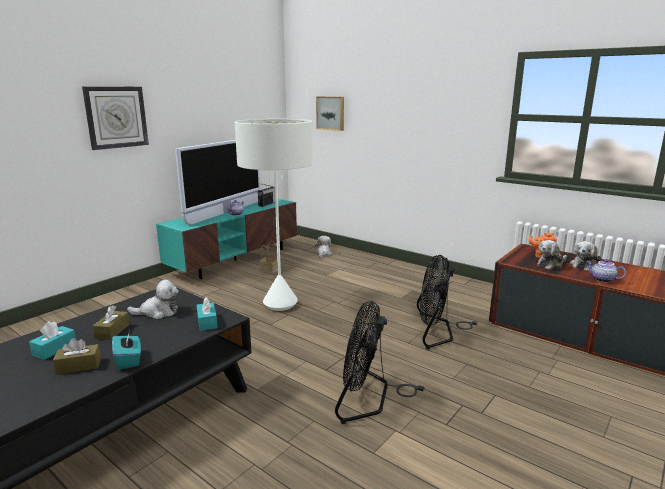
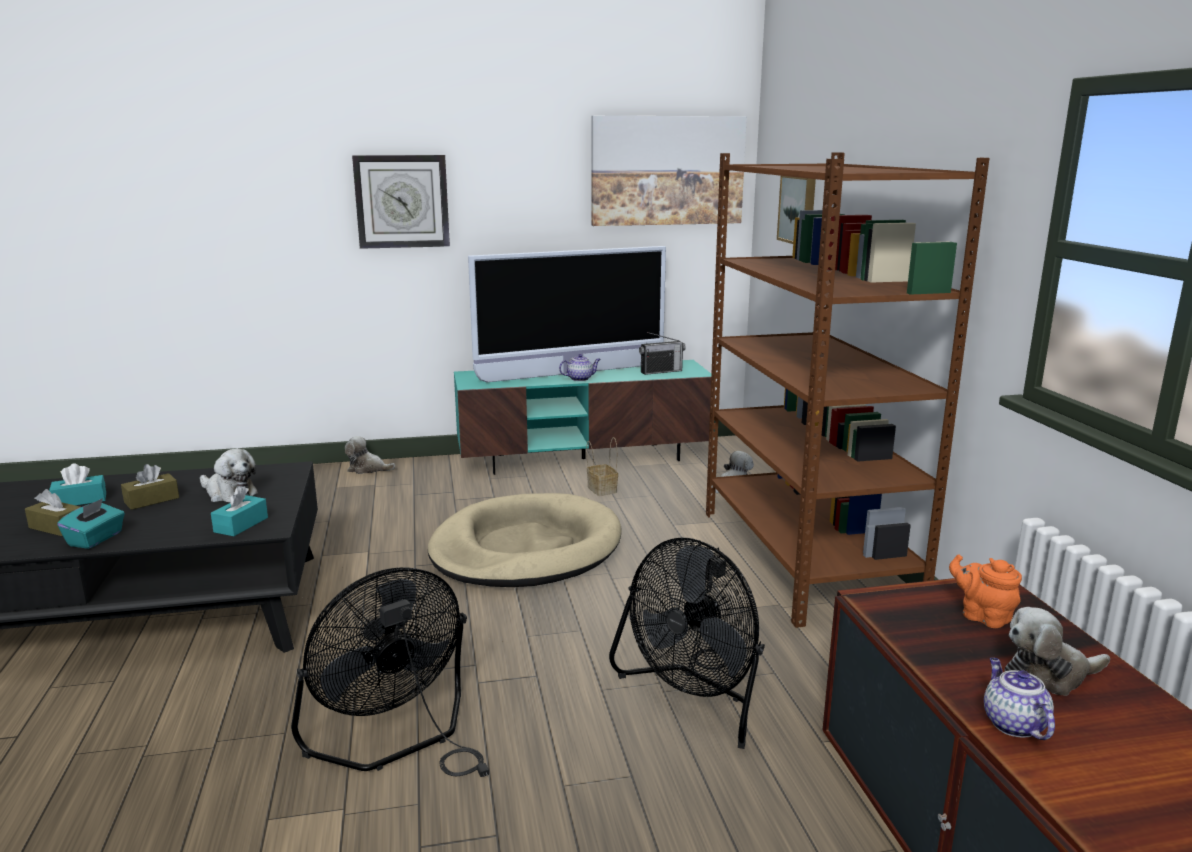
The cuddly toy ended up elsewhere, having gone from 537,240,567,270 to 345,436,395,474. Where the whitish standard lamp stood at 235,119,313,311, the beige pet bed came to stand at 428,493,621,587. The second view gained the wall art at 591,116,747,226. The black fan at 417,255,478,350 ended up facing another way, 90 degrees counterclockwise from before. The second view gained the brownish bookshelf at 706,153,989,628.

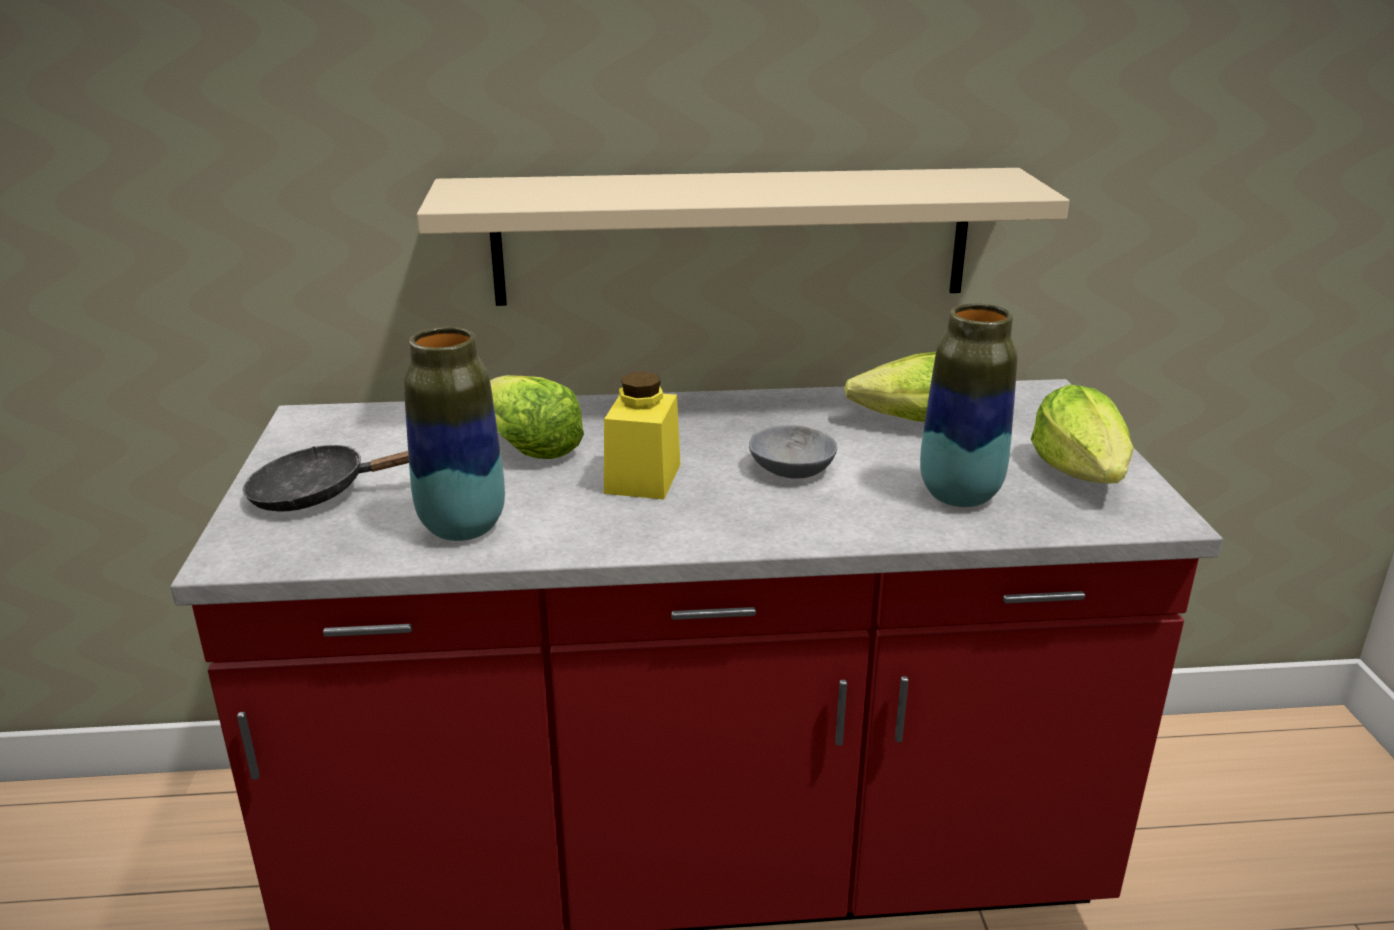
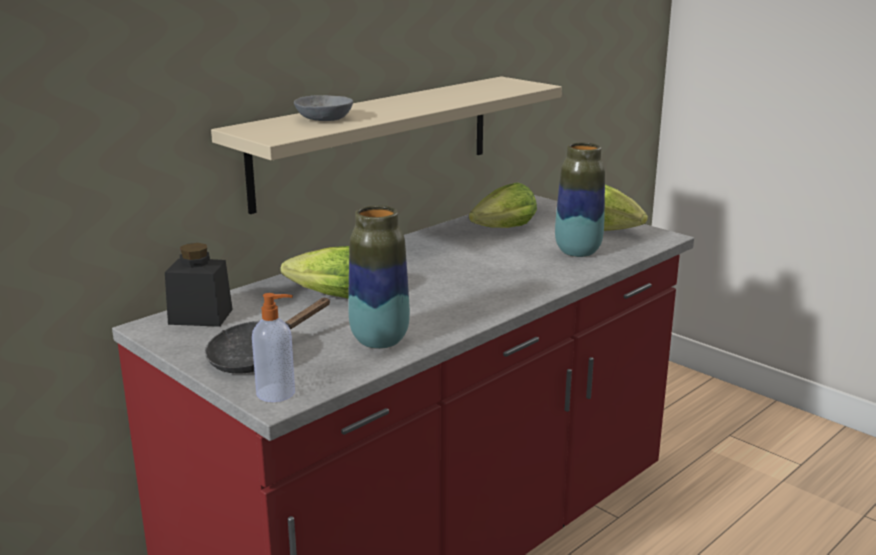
The second view gained the black jar at 165,243,233,327. The second view gained the soap dispenser at 252,293,295,402. The grey bowl ended up elsewhere, having gone from 749,425,837,478 to 294,95,353,121. The second view lost the yellowish jar at 604,372,680,499.

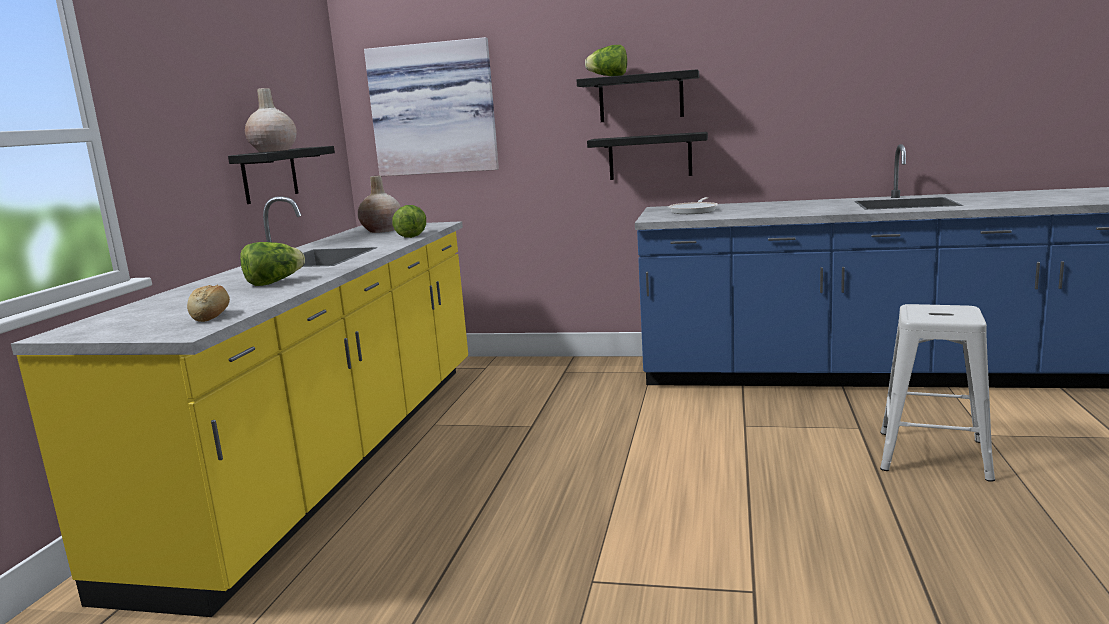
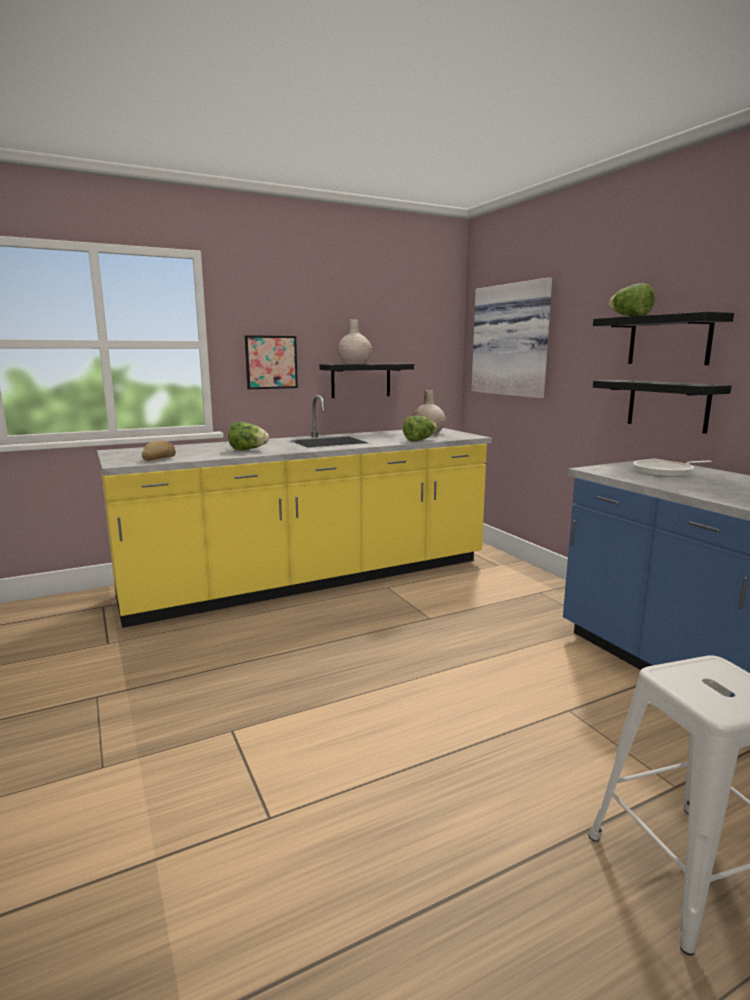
The second view gained the wall art at 245,335,298,389.

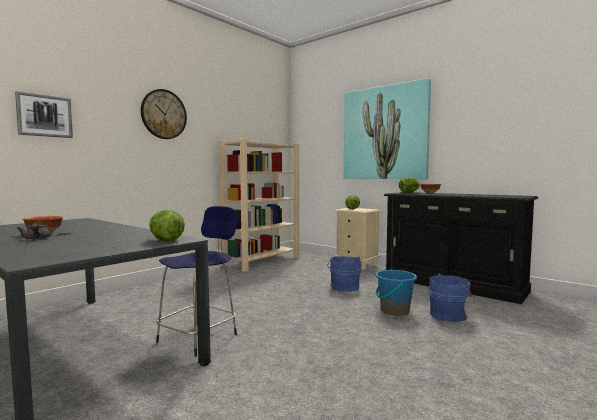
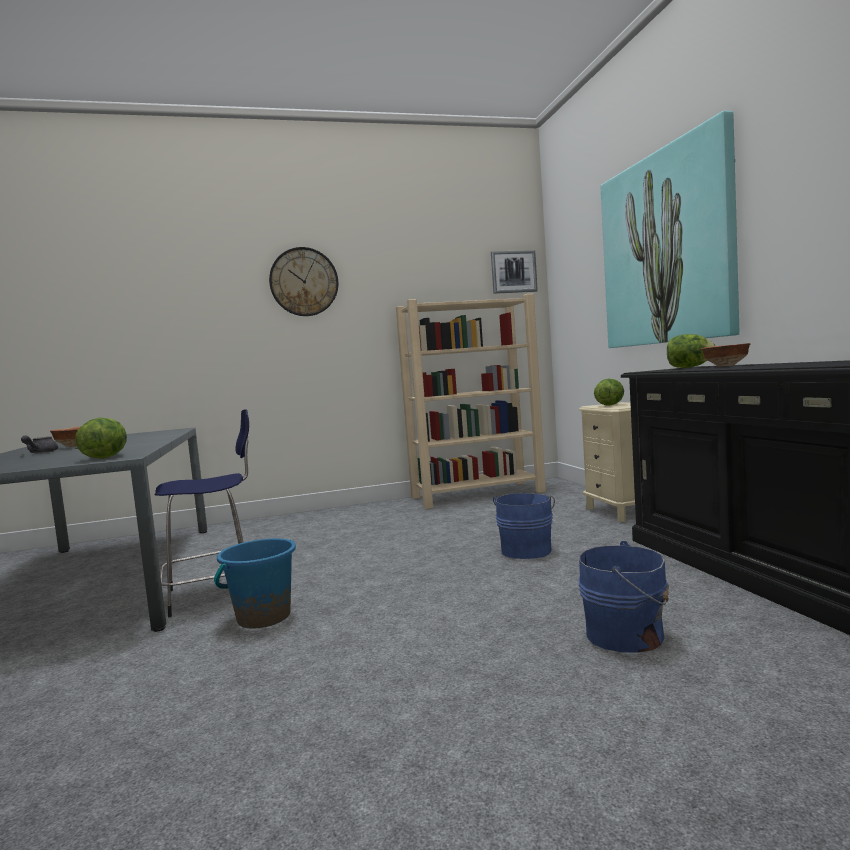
The blue-coloured bucket ended up elsewhere, having gone from 375,270,417,316 to 214,538,296,629. The wall art ended up elsewhere, having gone from 15,91,73,138 to 491,250,538,294.

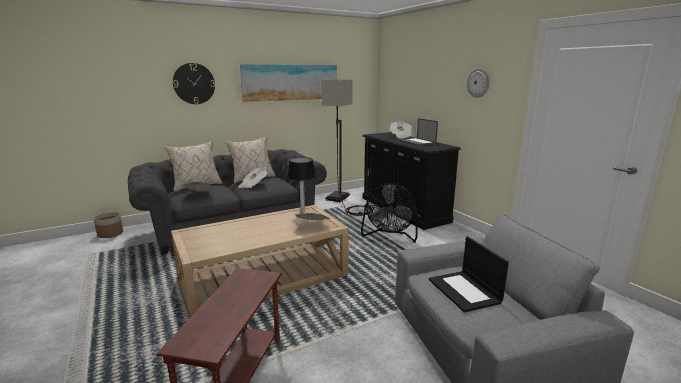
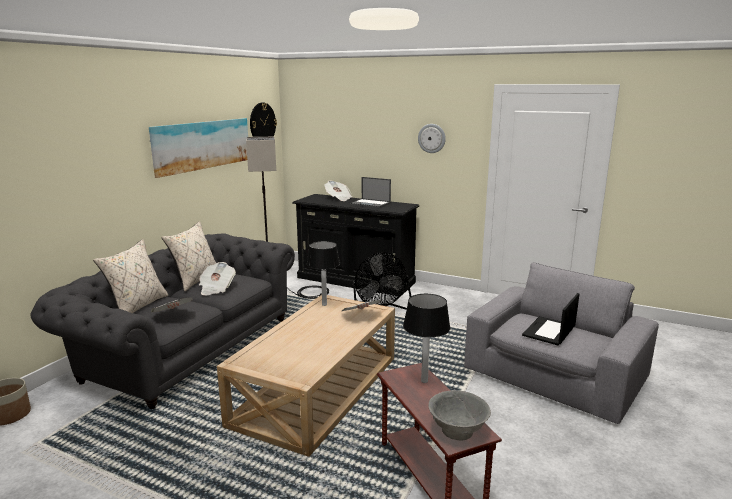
The hanging clock ended up elsewhere, having gone from 173,63,215,104 to 250,103,277,137. The second view gained the table lamp at 403,294,450,383. The second view gained the grey bowl at 429,390,491,441. The notebook computer at 429,236,509,312 ended up facing another way, 90 degrees clockwise from before.

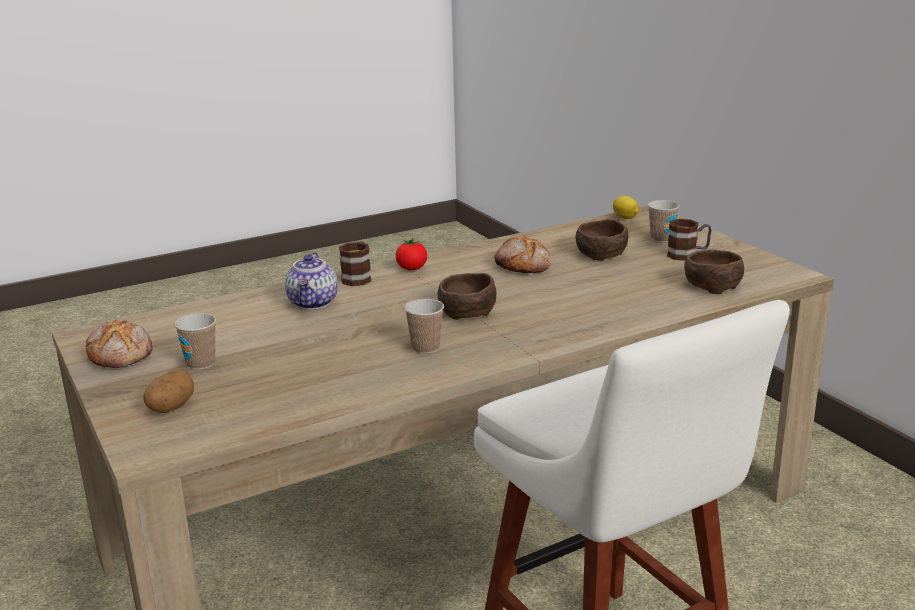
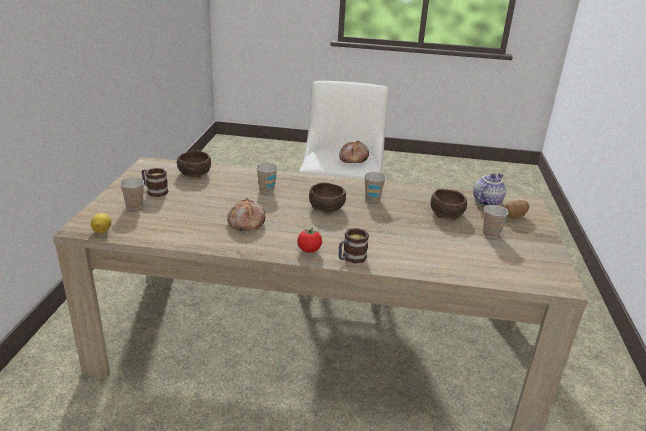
The second view gained the small cup at 256,163,278,193. The baked bread ended up elsewhere, having gone from 86,320,152,368 to 339,140,369,163. The brownish bowl ended up elsewhere, having gone from 576,219,628,261 to 430,189,467,219. The pot for tea ended up elsewhere, having gone from 285,252,338,310 to 473,173,506,206.

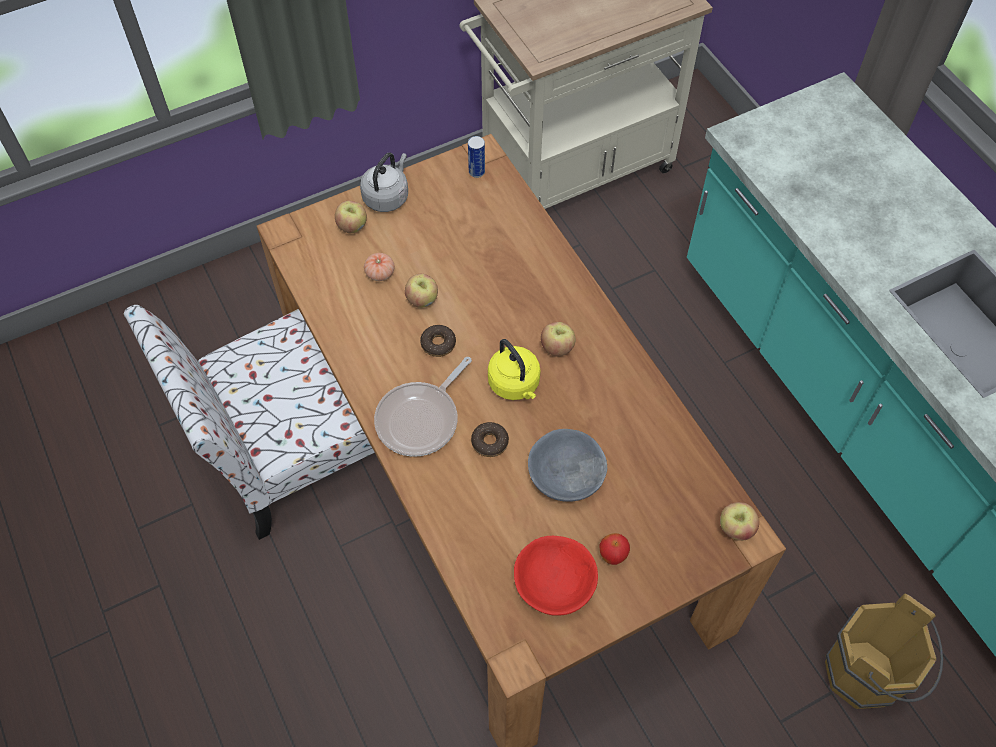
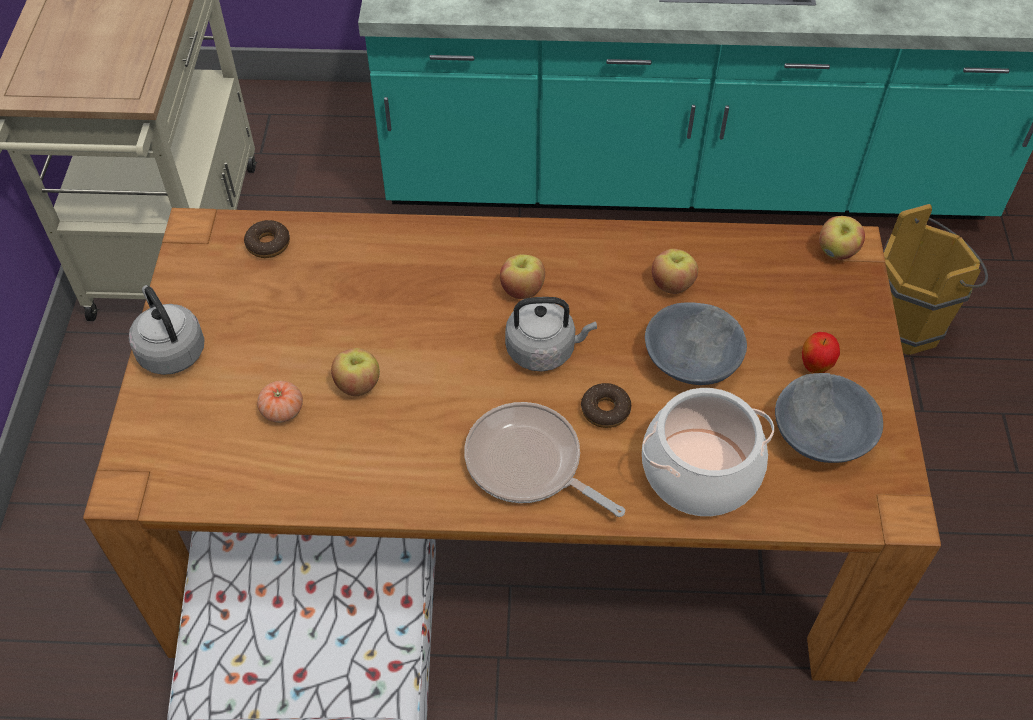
The doughnut ended up elsewhere, having gone from 420,325,456,357 to 244,220,290,258. The skillet at 374,357,472,457 ended up facing another way, 150 degrees clockwise from before. What was the yellowish kettle at 488,339,540,400 turned into the grey kettle at 505,297,597,371. The second view gained the cooking pot at 642,388,774,516. The apple ended up elsewhere, having gone from 335,201,367,233 to 652,249,698,294. What was the red-coloured bowl at 514,536,598,616 turned into the grey bowl at 775,373,883,463. The second view lost the can at 468,136,485,178.

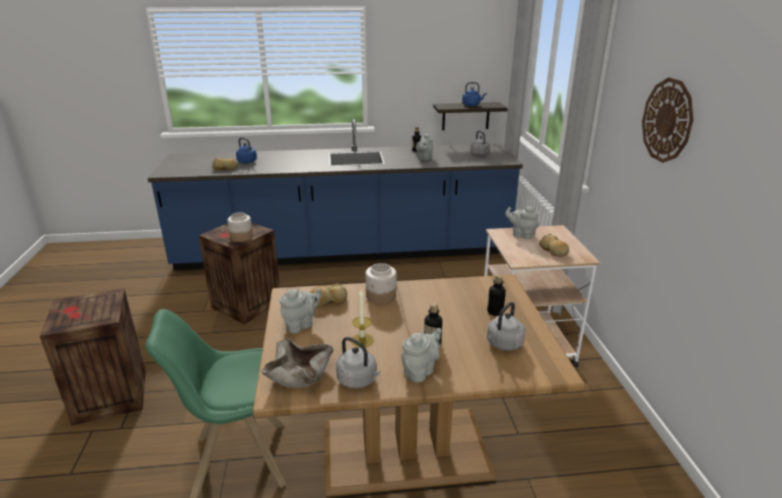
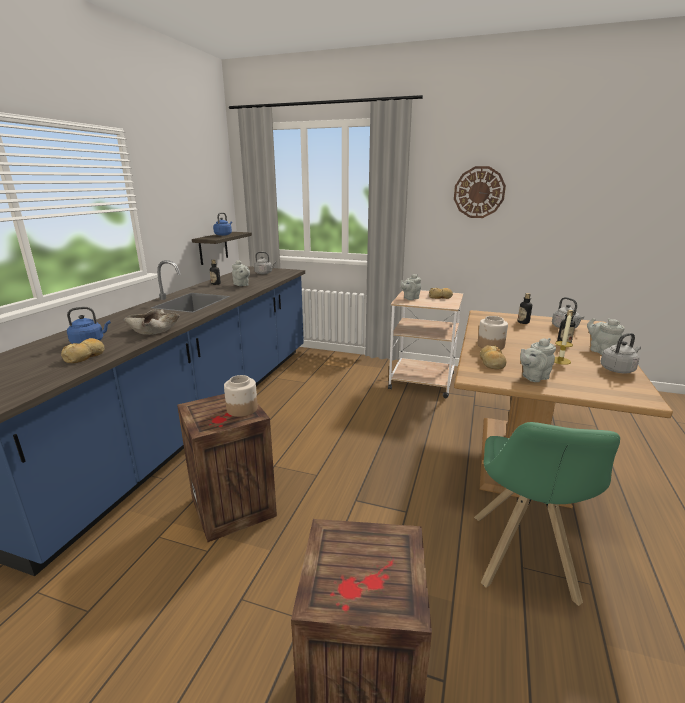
The beige bowl ended up elsewhere, having gone from 262,339,334,388 to 123,309,180,335. The grey pot for tea at 280,288,322,333 ended up facing another way, 105 degrees counterclockwise from before.

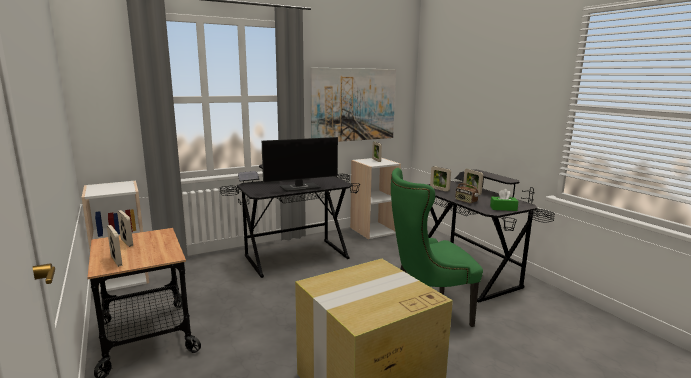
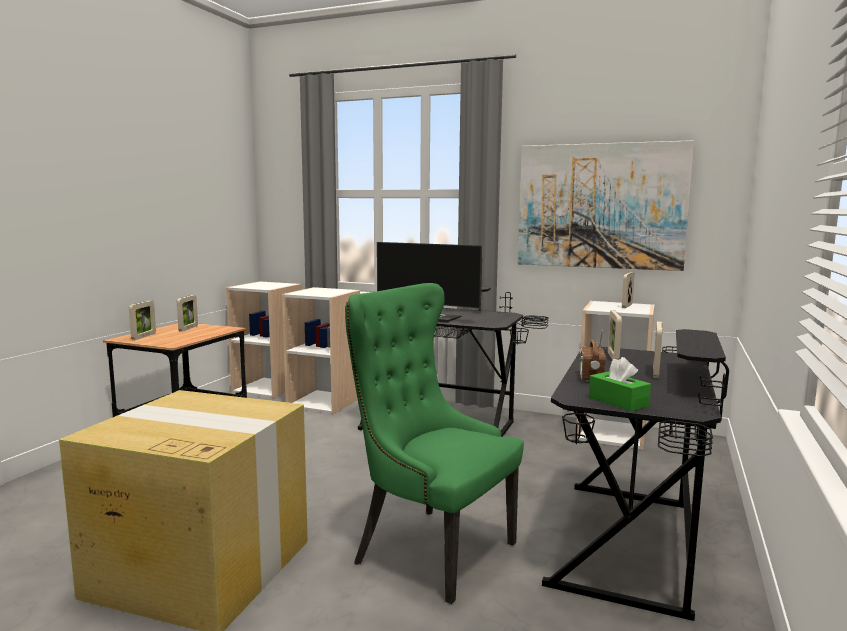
The second view gained the bookshelf at 282,287,360,414.

